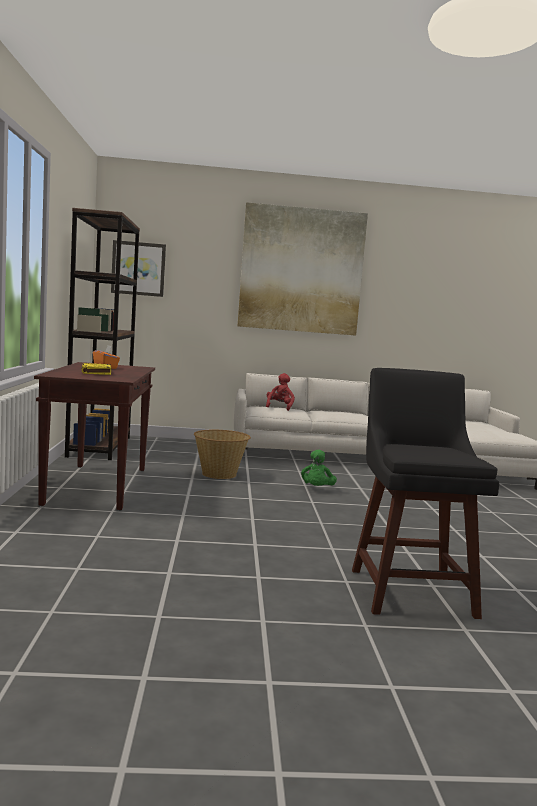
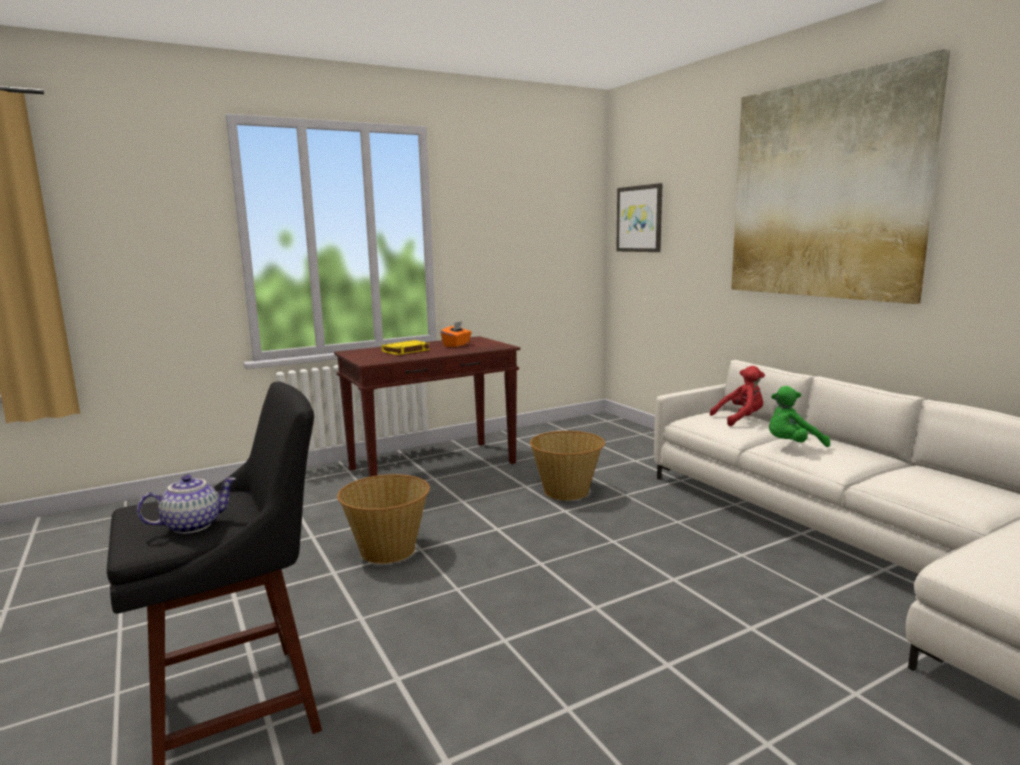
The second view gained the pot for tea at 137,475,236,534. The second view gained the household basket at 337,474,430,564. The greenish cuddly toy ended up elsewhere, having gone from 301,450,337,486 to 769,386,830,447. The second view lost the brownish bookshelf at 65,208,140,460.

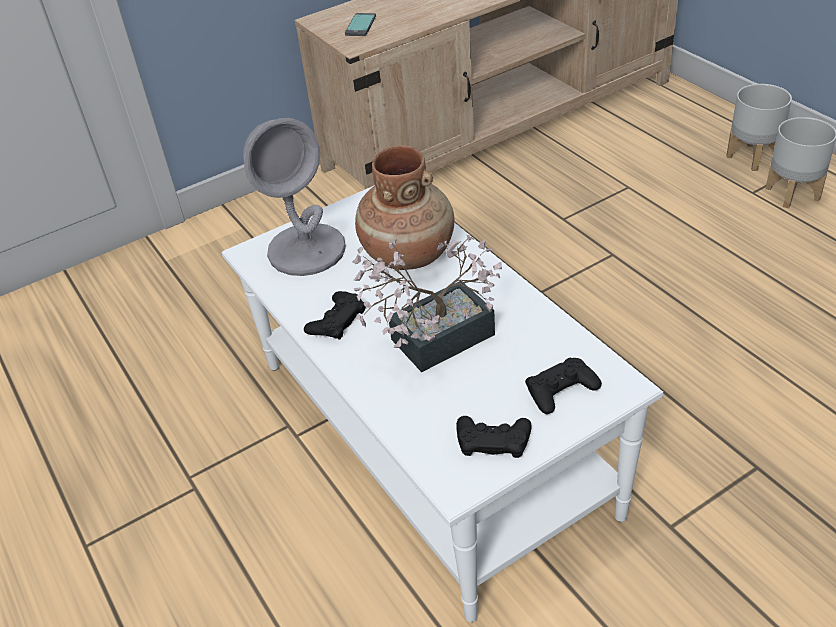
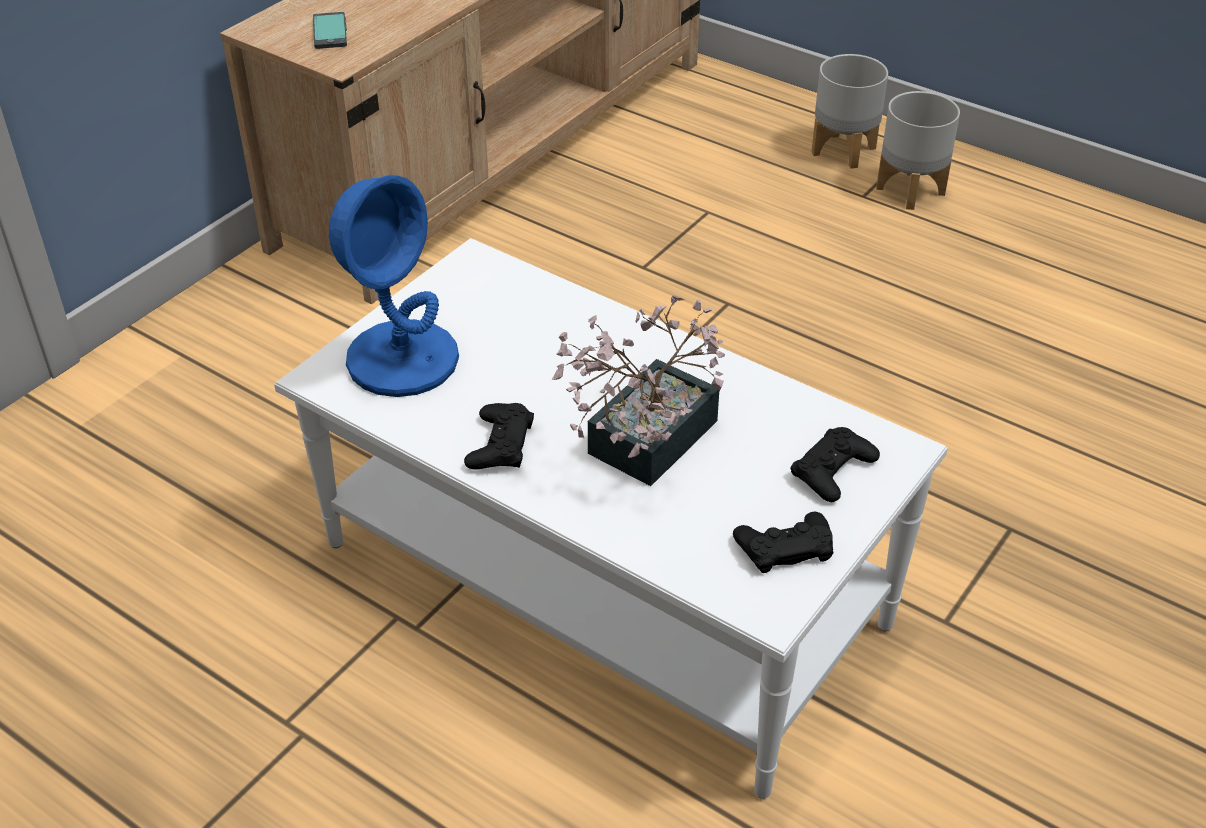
What was the grey table lamp at 243,118,346,276 turned into the blue-coloured table lamp at 329,175,459,397. The second view lost the brownish decorative vase at 355,145,454,270.

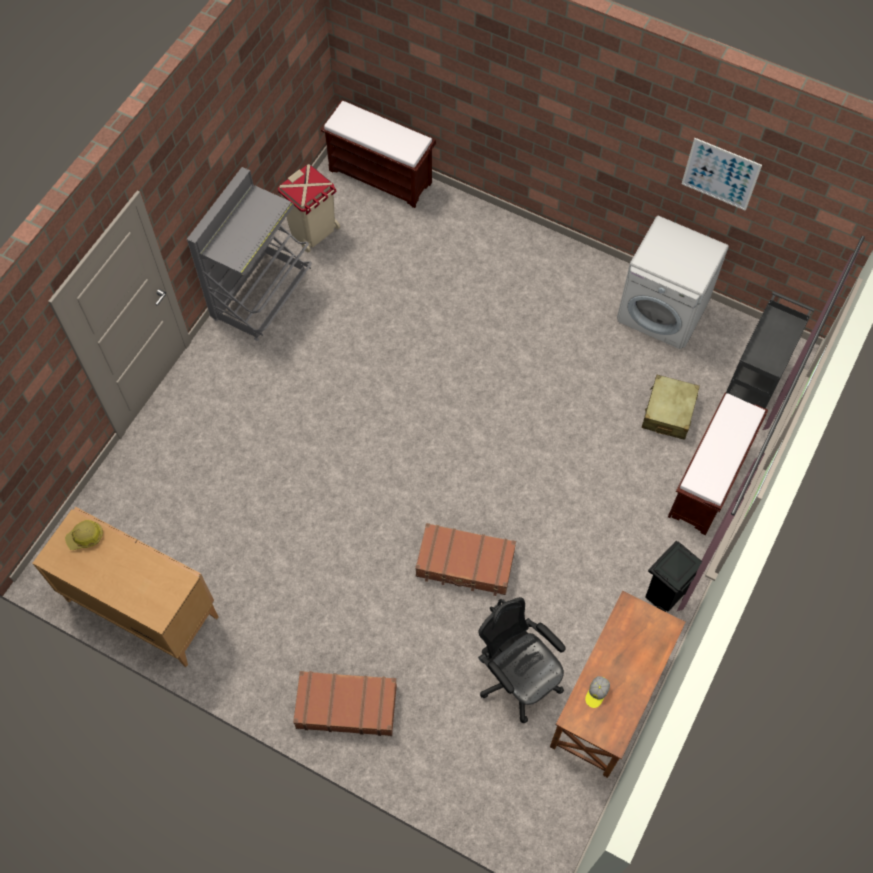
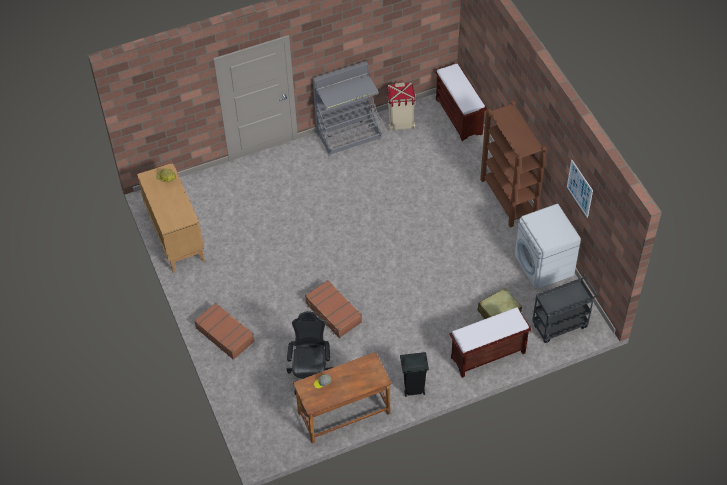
The second view gained the brownish bookshelf at 480,100,547,227.

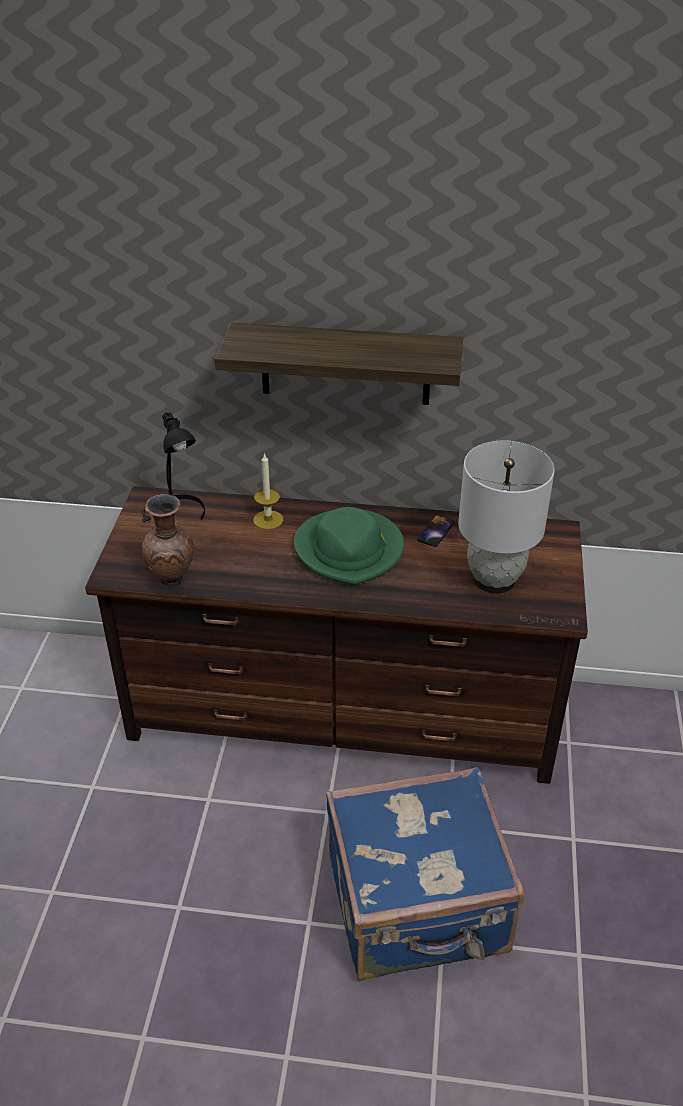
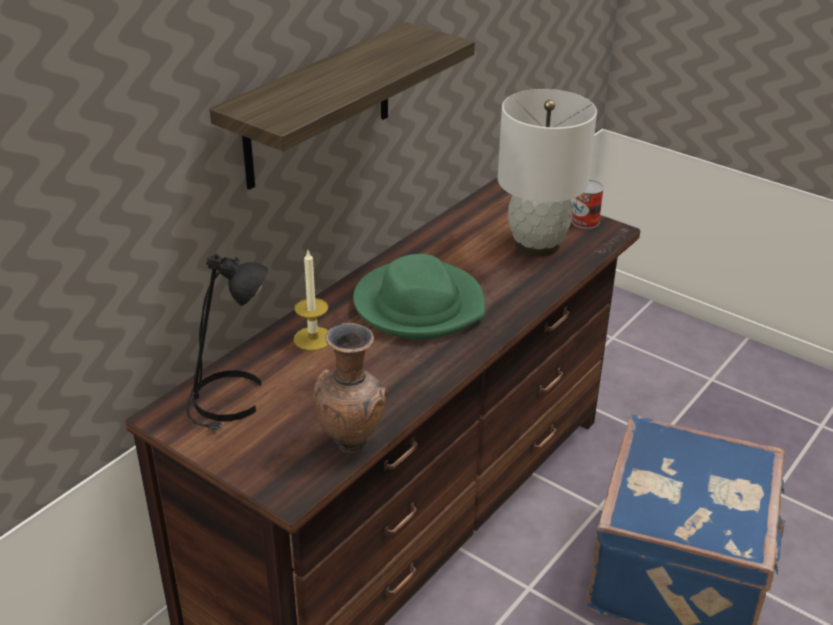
The second view gained the can at 572,180,604,229. The second view lost the phone at 417,515,455,547.

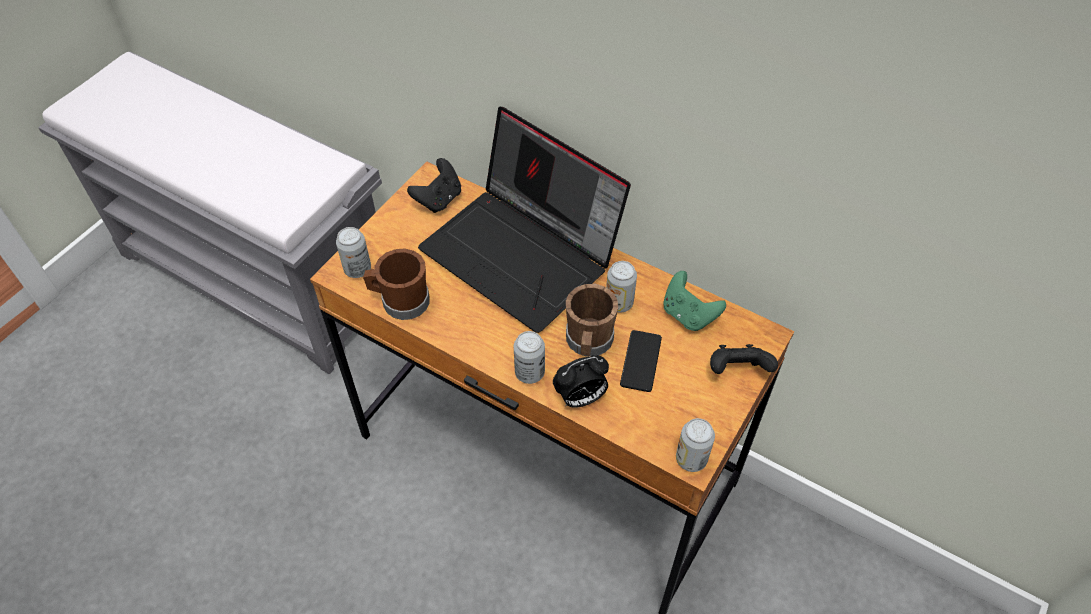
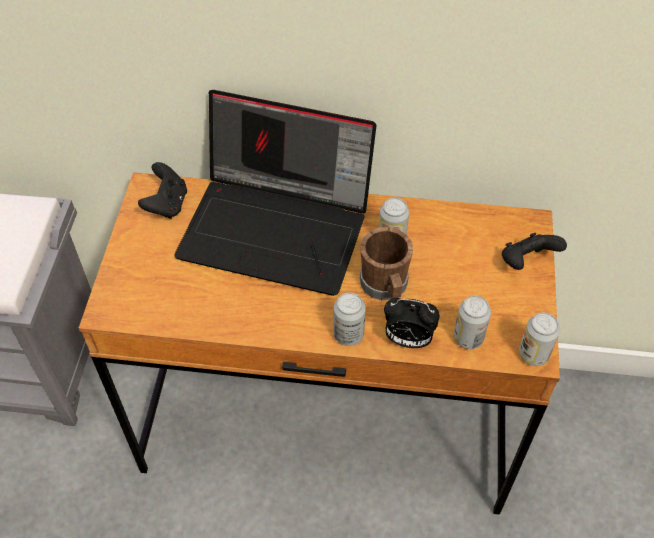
The alarm clock at 553,355,609,408 ended up facing another way, 60 degrees clockwise from before. The can ended up elsewhere, having gone from 336,227,371,278 to 453,296,491,349. The second view lost the brownish mug at 363,249,430,320. The second view lost the phone at 620,330,662,392. The second view lost the greenish game controller at 663,271,726,331.

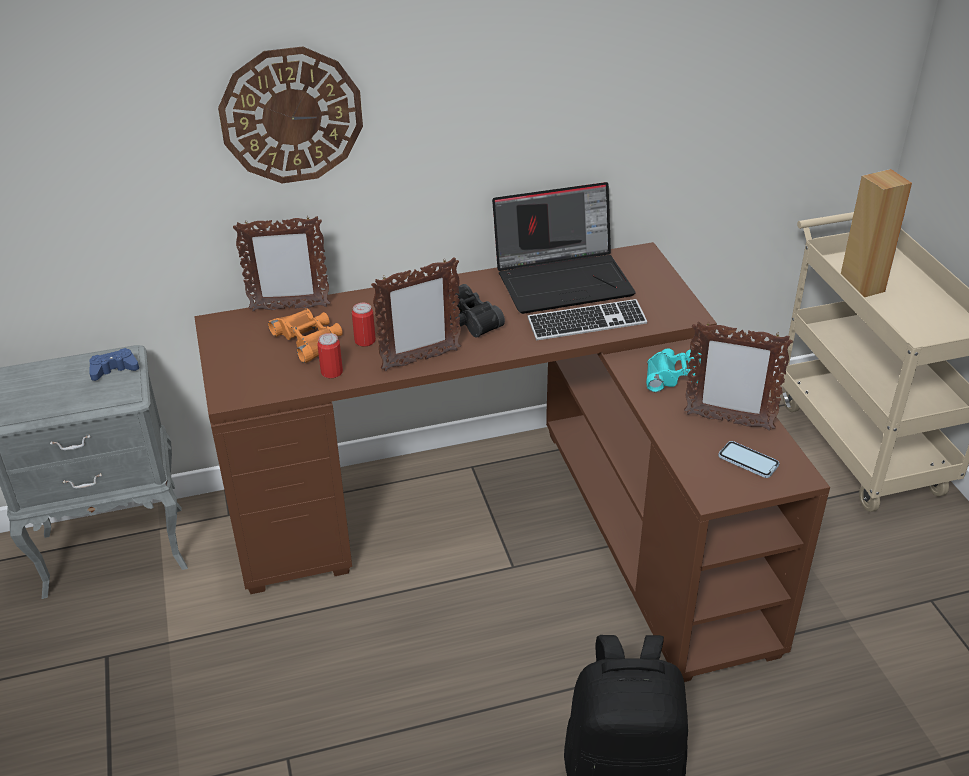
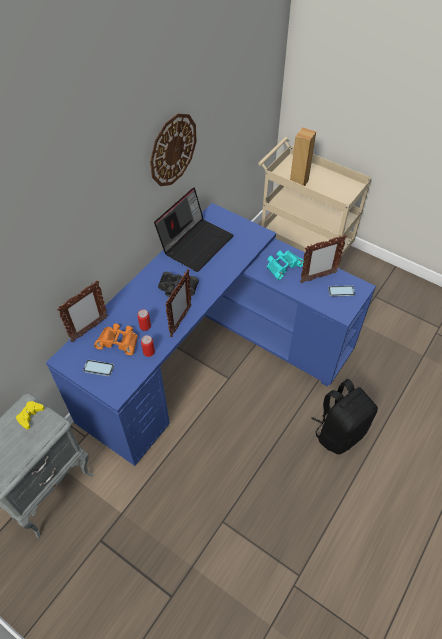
What was the blue-coloured game controller at 89,348,139,381 turned into the yellowish game controller at 16,401,45,429. What was the brownish desk unit at 194,242,830,682 turned into the blue-coloured desk unit at 46,203,376,466. The second view gained the phone at 83,360,114,376. The hanging clock ended up elsewhere, having gone from 218,47,363,183 to 150,113,197,186. The second view lost the keyboard at 527,299,647,340.

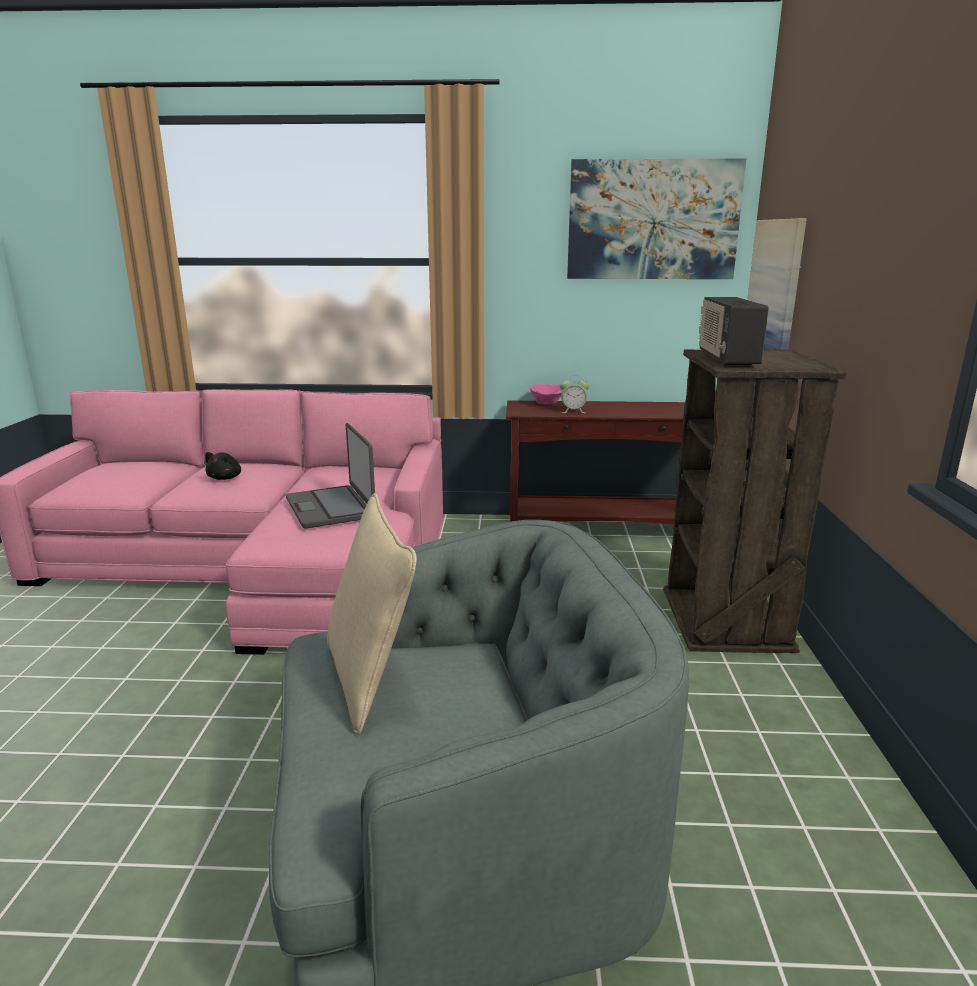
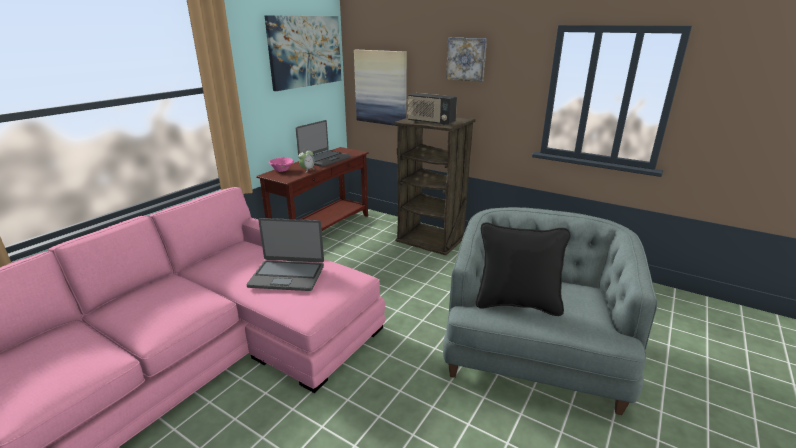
The second view gained the notebook computer at 296,120,351,167. The second view gained the wall art at 446,38,487,82. What was the beige pillow at 327,493,417,735 turned into the black pillow at 476,222,571,316. The second view lost the black cuddly toy at 205,452,241,480.

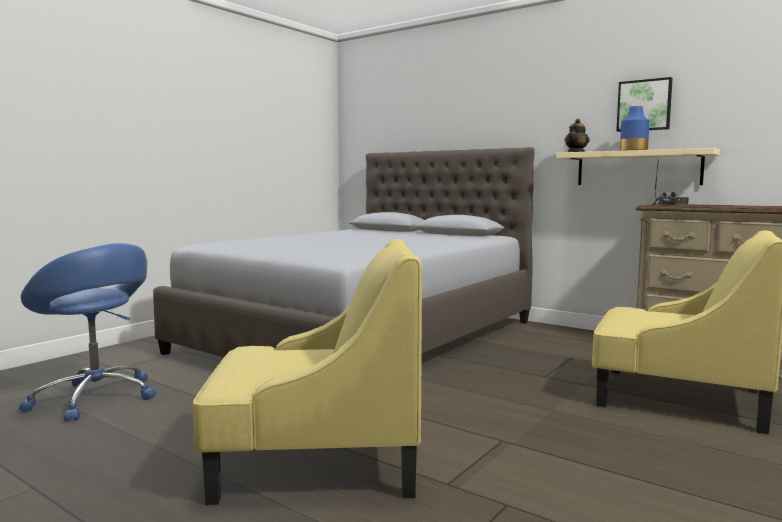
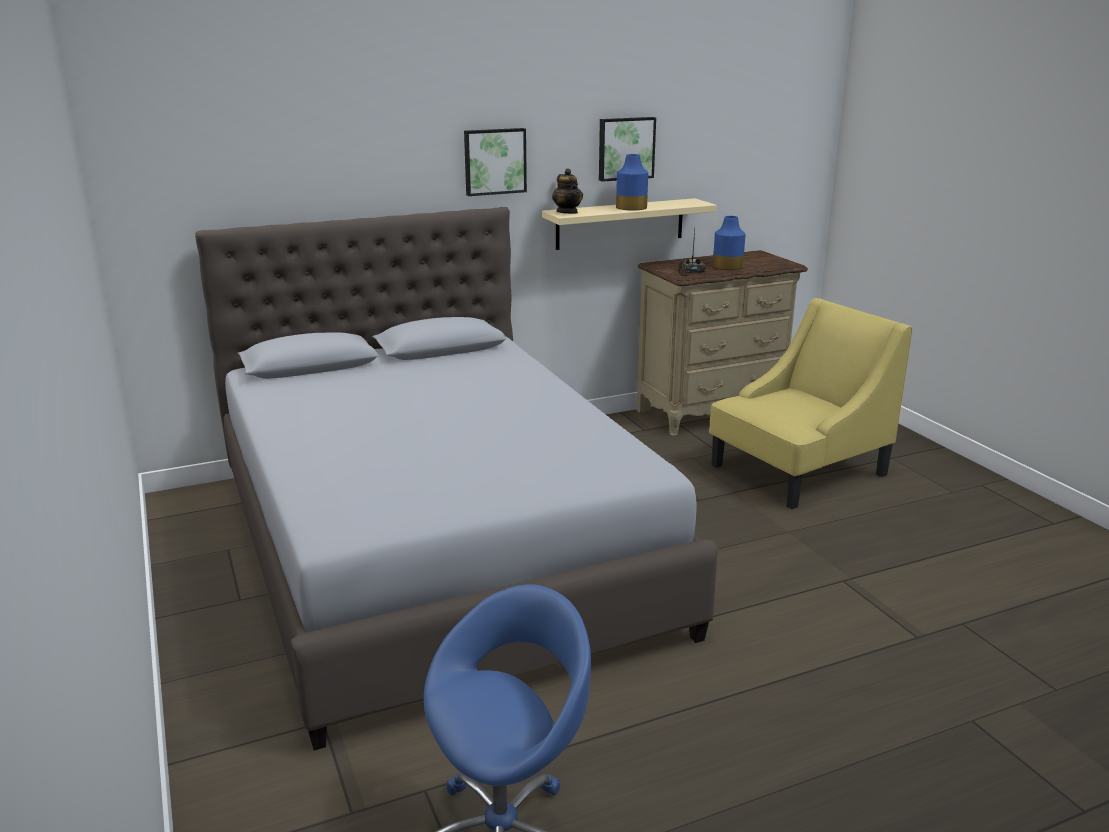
The second view gained the wall art at 464,128,527,196. The second view gained the blue-coloured decorative vase at 713,216,745,270. The second view lost the yellowish easy chair at 193,239,422,505.

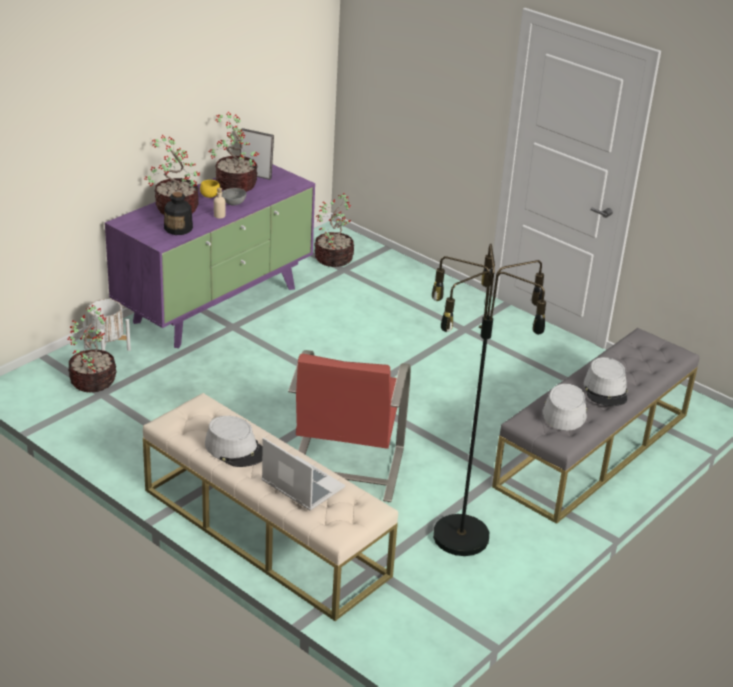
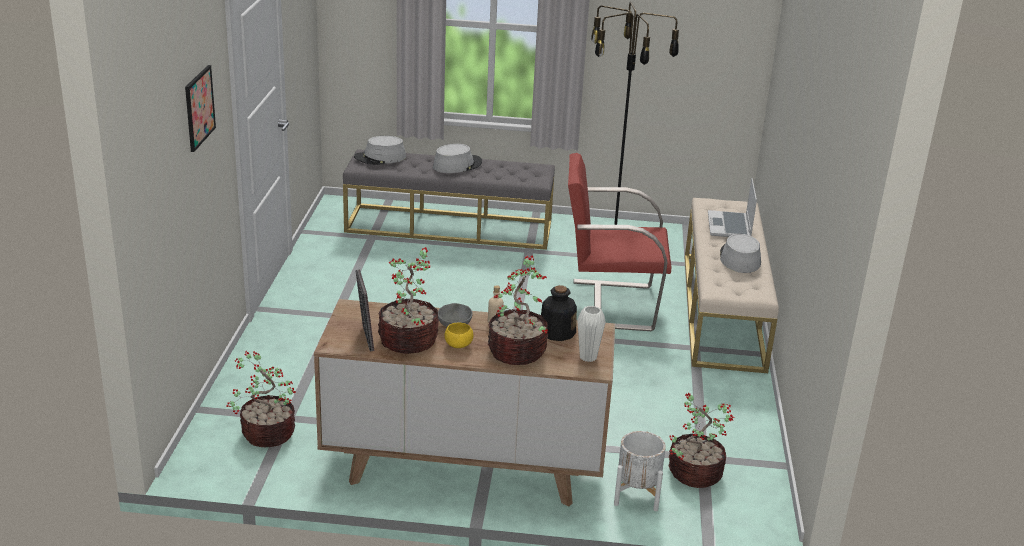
The second view gained the wall art at 185,65,216,152. What was the purplish chest of drawers at 105,164,315,348 turned into the greenish chest of drawers at 314,299,615,507. The grey clothing hat ended up elsewhere, having gone from 542,384,587,431 to 354,136,406,165. The red-coloured easy chair at 288,350,411,502 ended up facing another way, 150 degrees counterclockwise from before. The second view gained the whitish decorative vase at 577,306,606,362.

